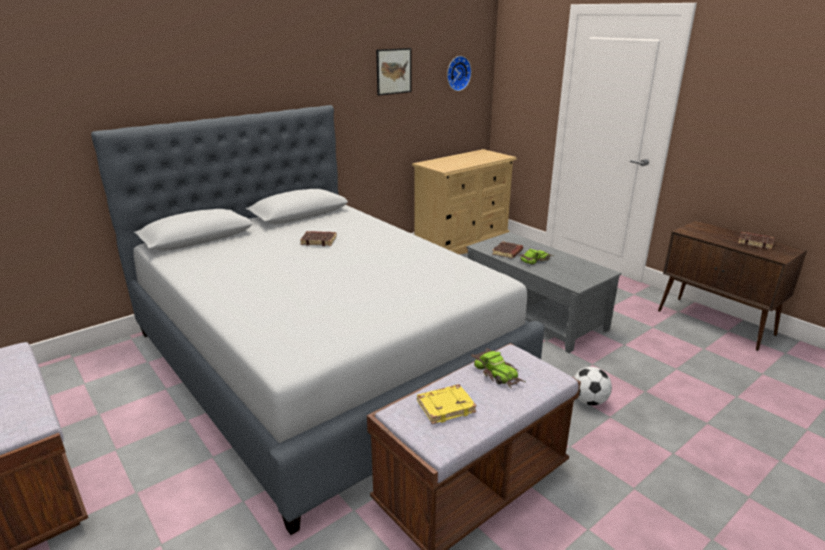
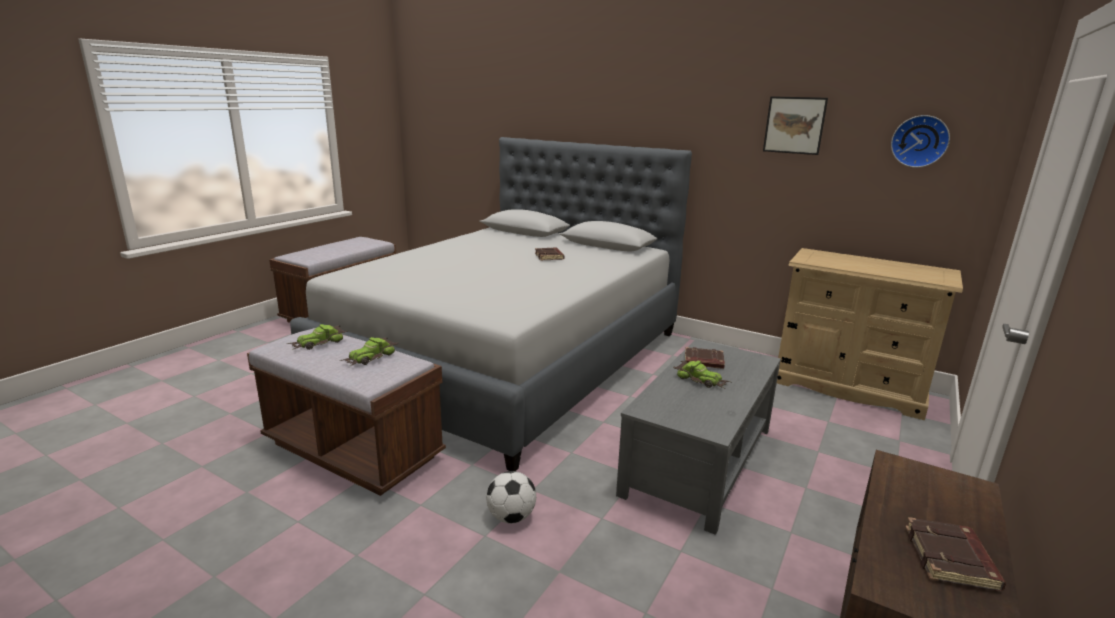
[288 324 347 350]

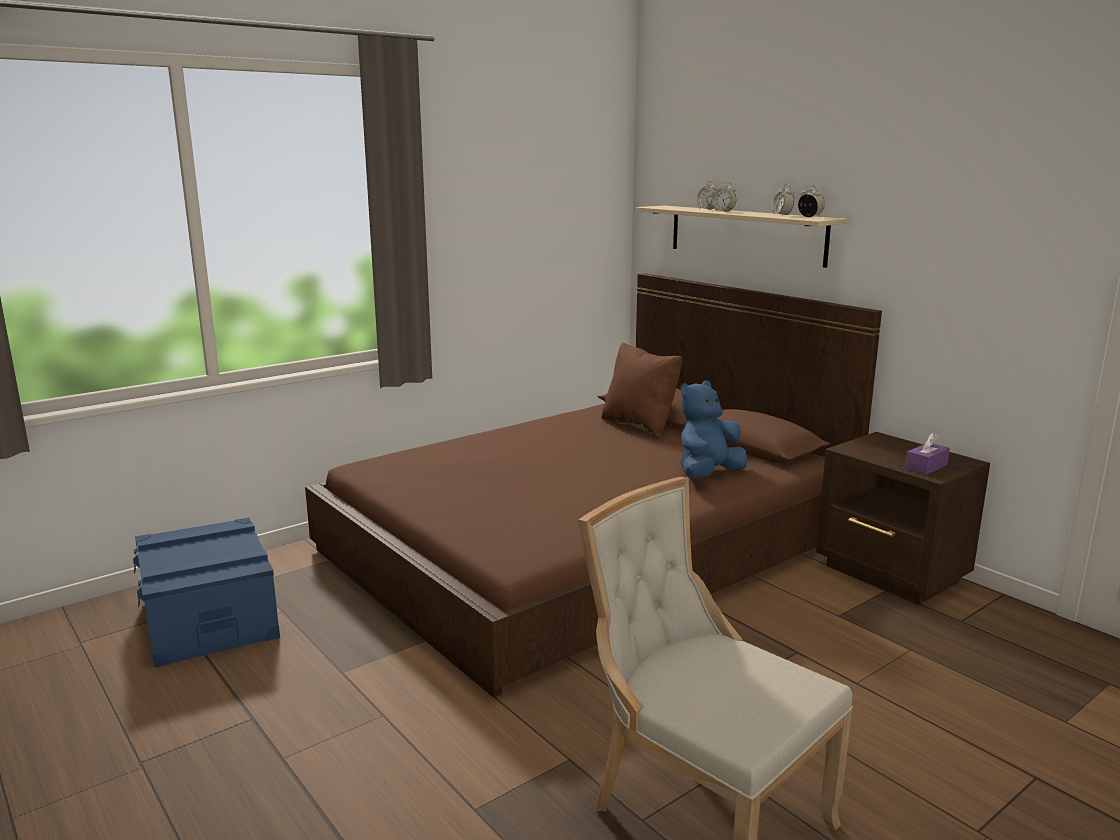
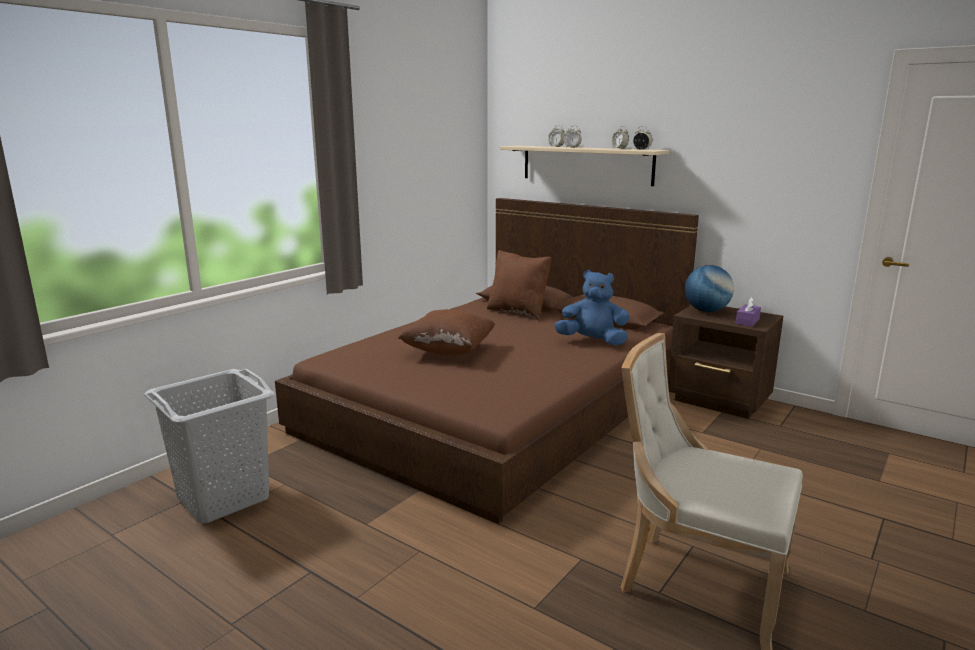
[144 369 274 523]
[554 270 630 346]
[398 309 495 356]
[685 265 734 312]

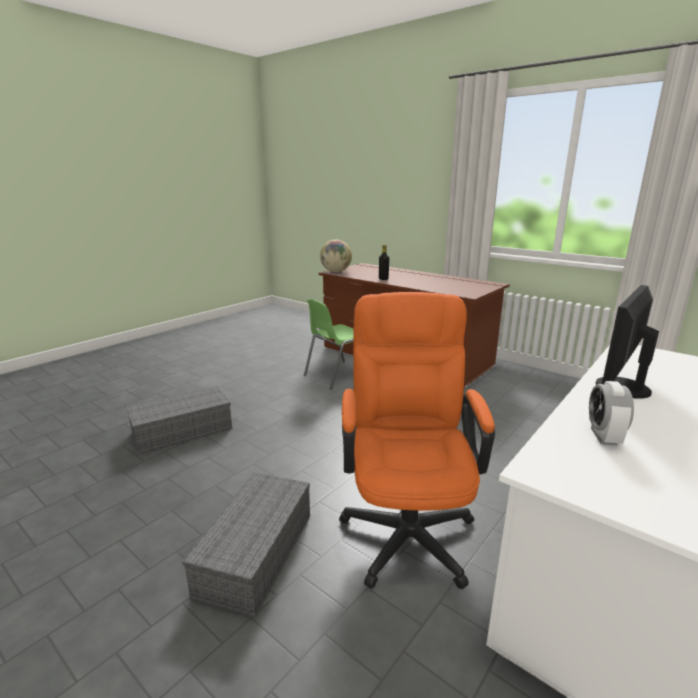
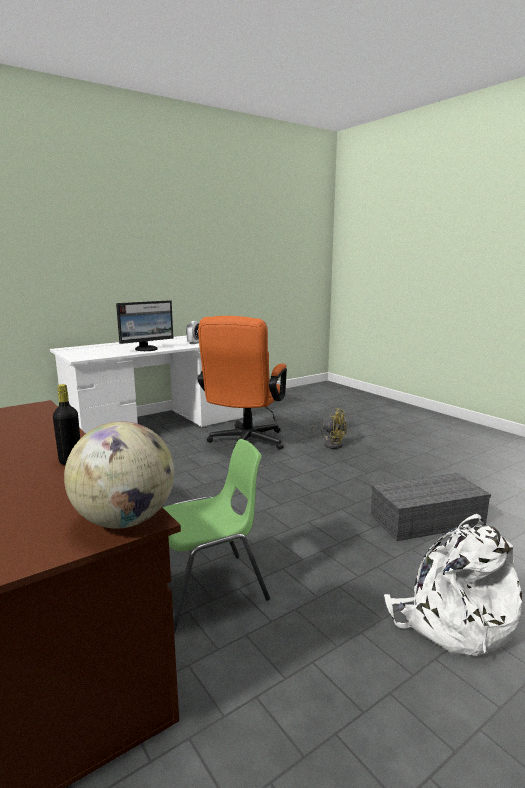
[311 408 346 449]
[384 514 522 656]

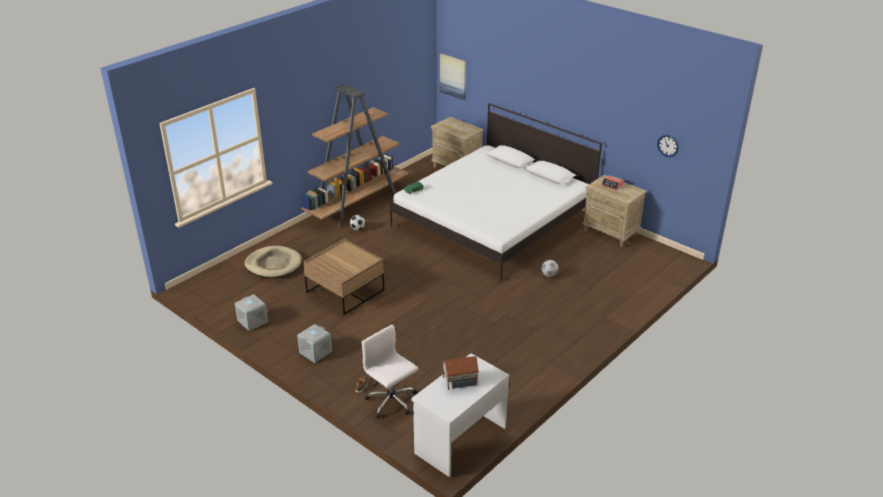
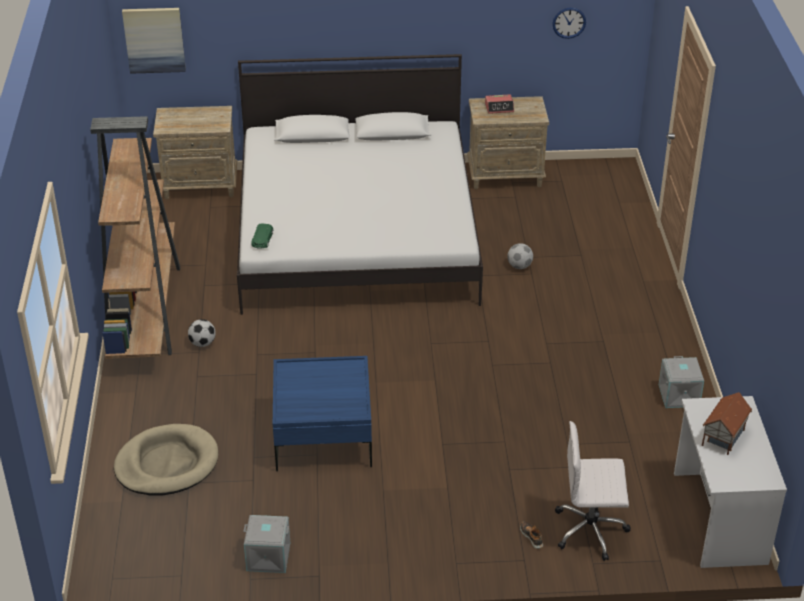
[659 356 704 408]
[273 356 372 471]

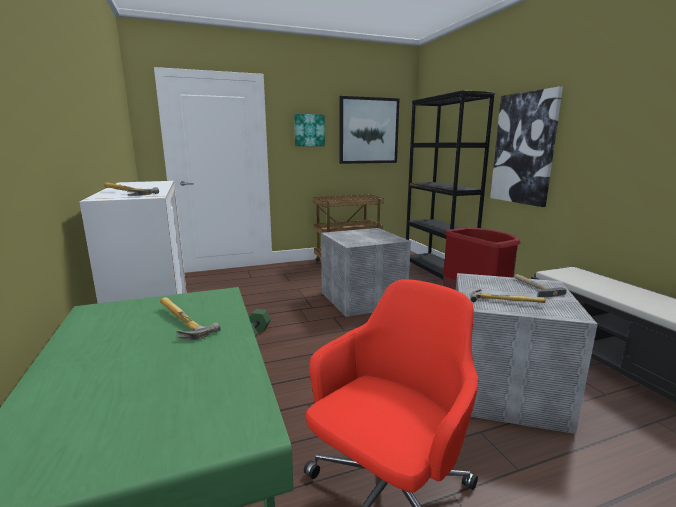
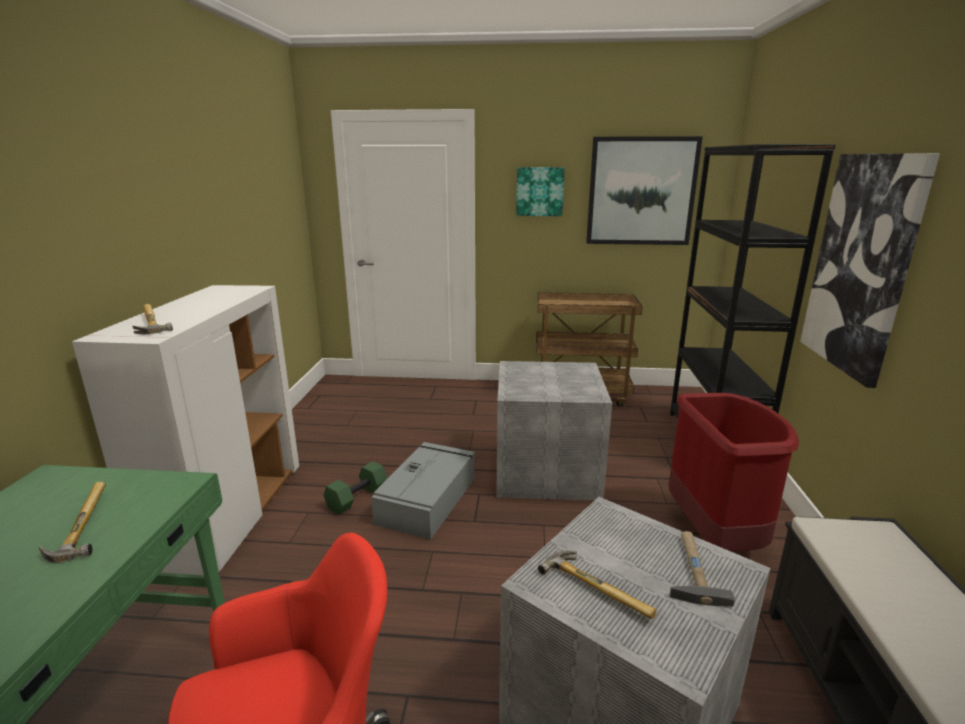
[371 442 475 540]

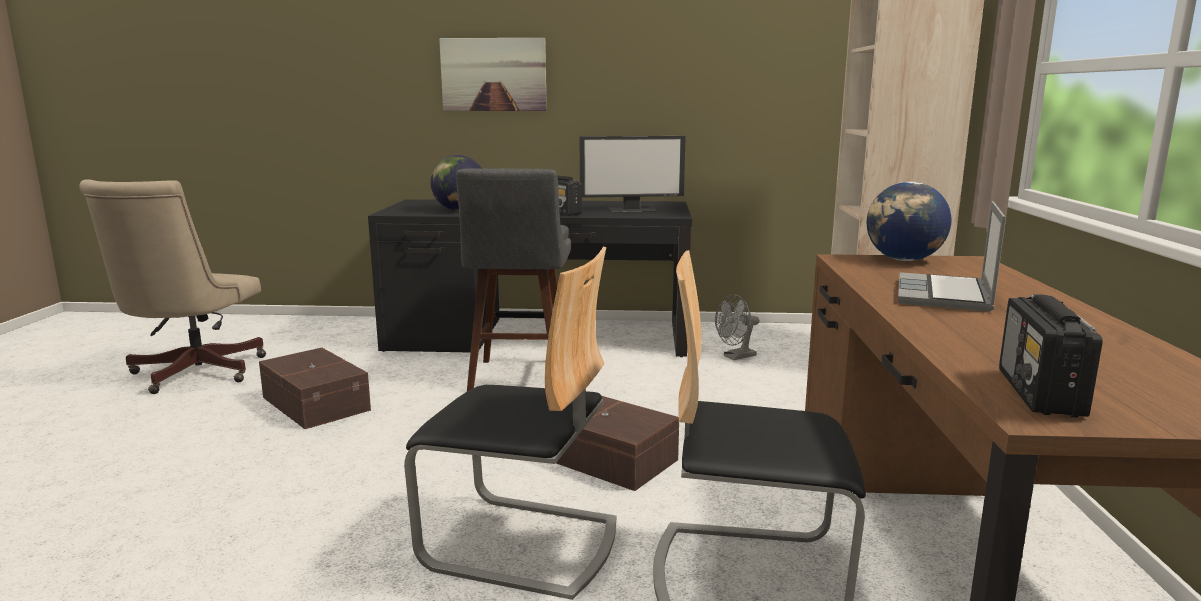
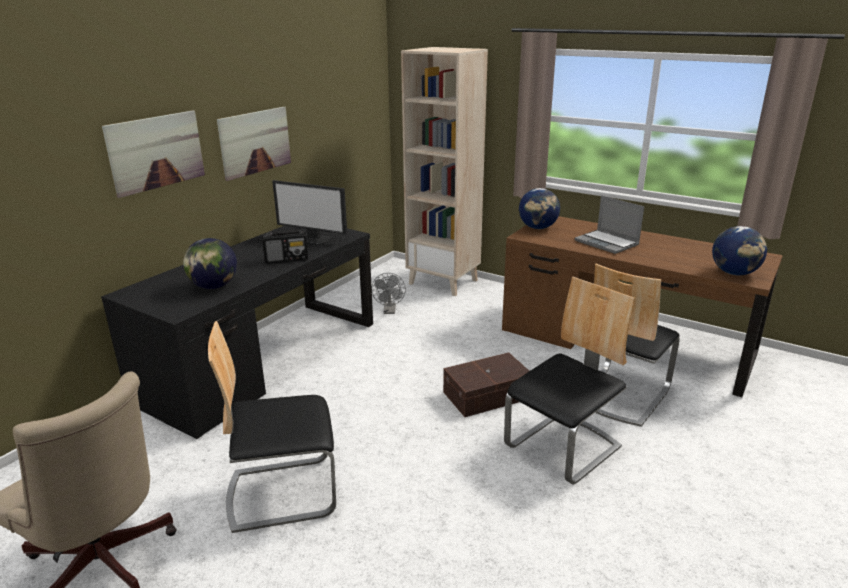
[208 321 336 533]
[456 169 571 391] (first image)
[272 180 347 245]
[712 226 767 275]
[217 107 291 181]

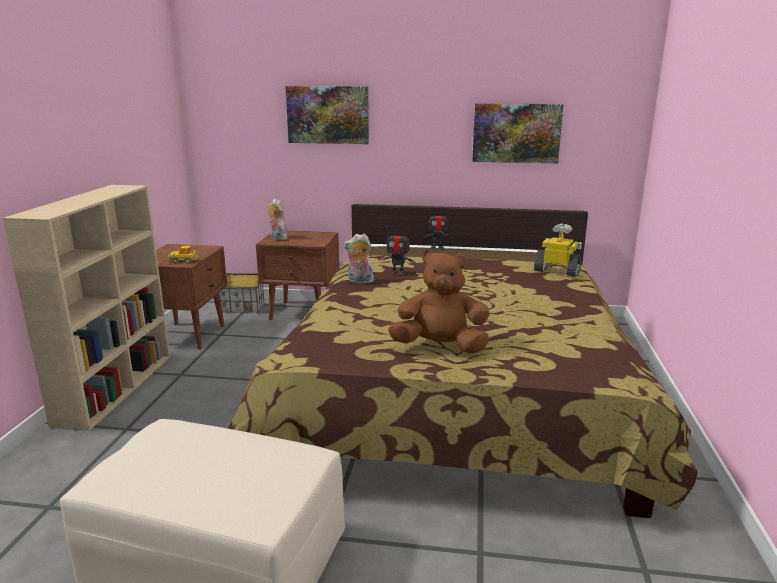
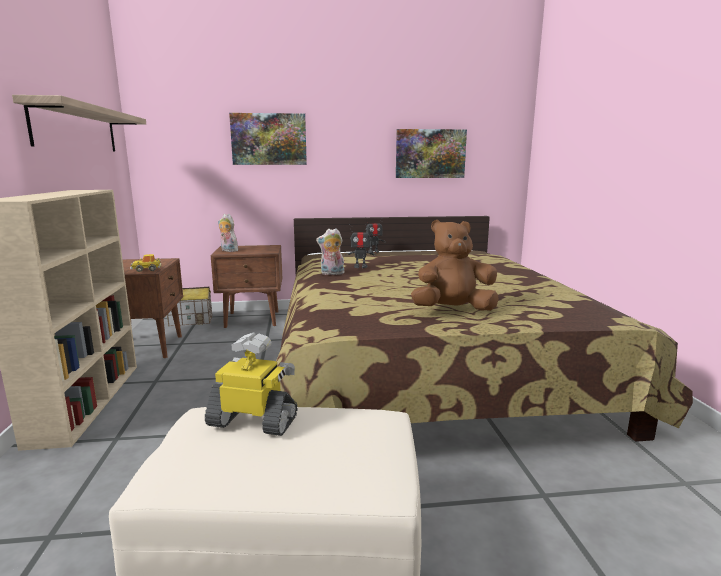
[205 332 297 436]
[12 95 146 152]

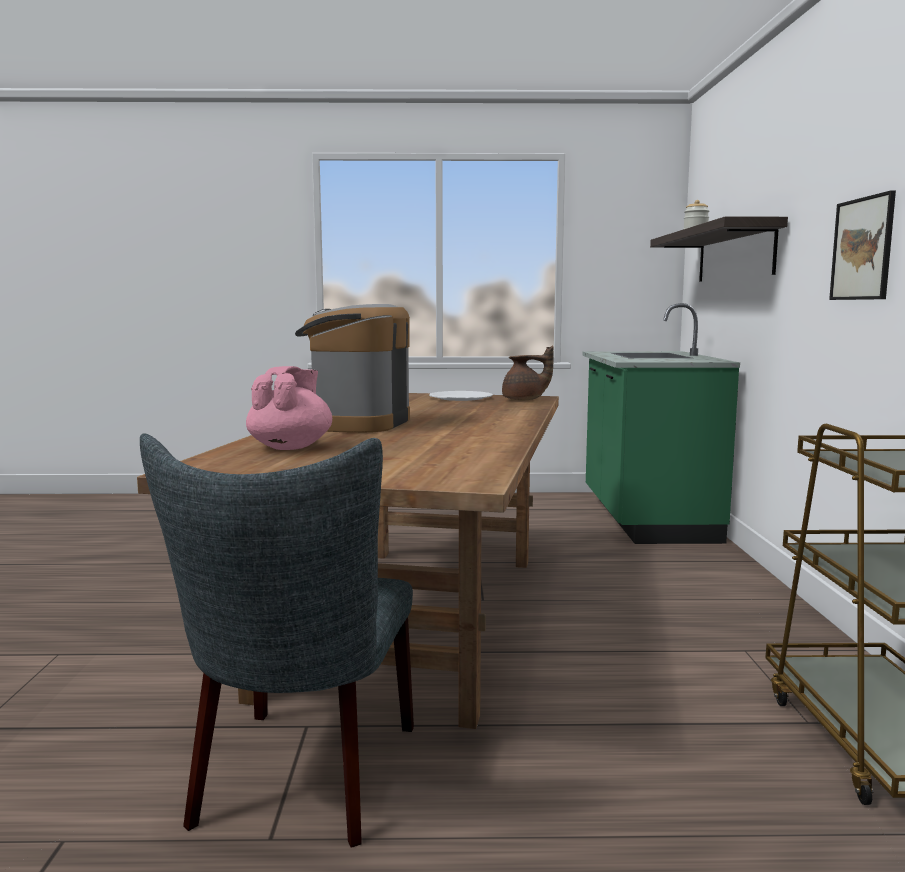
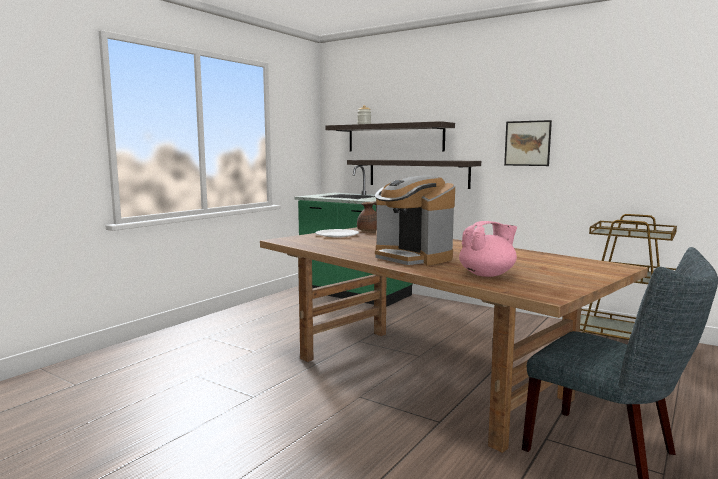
[459 221 517 277]
[347 160 481 189]

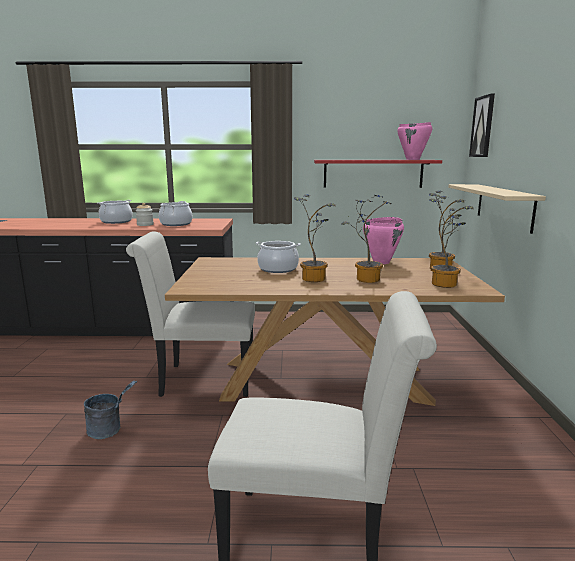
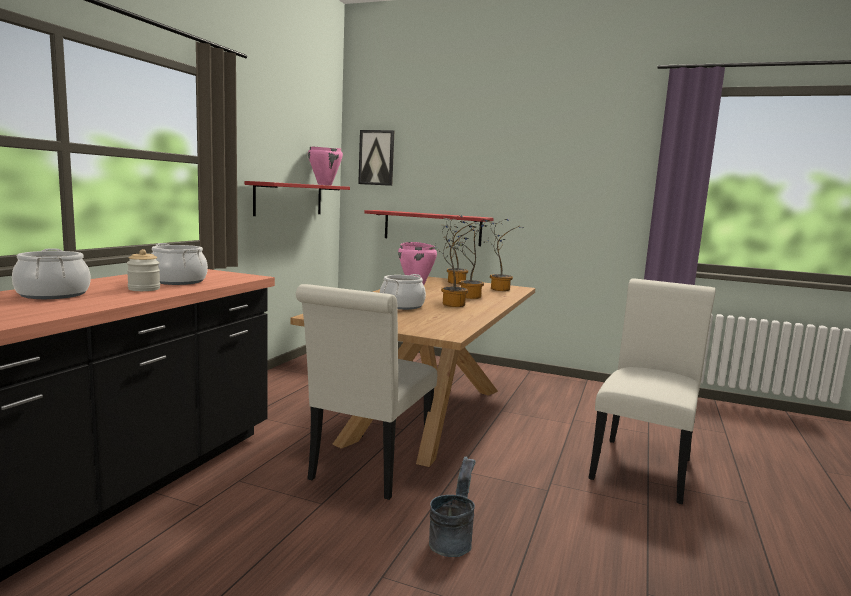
[364 210 494 246]

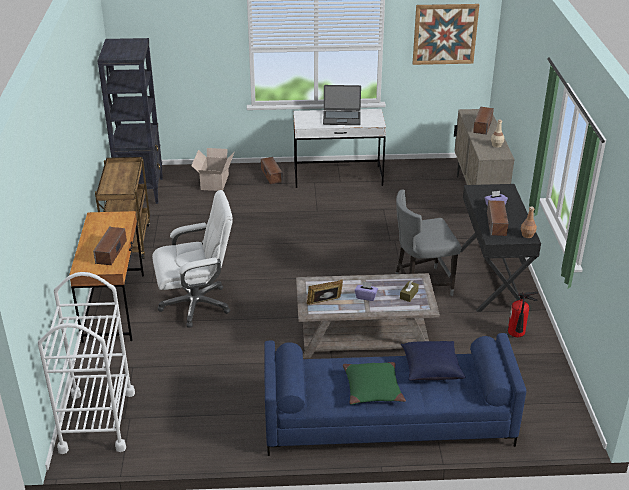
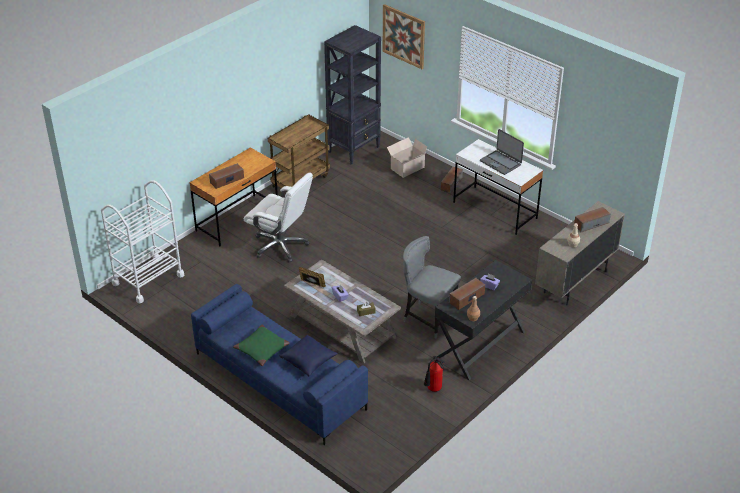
[383 4 425 69]

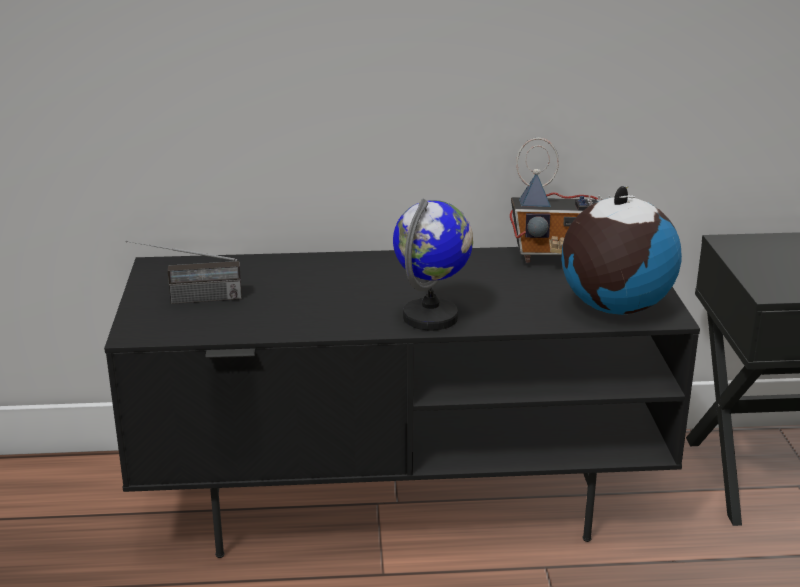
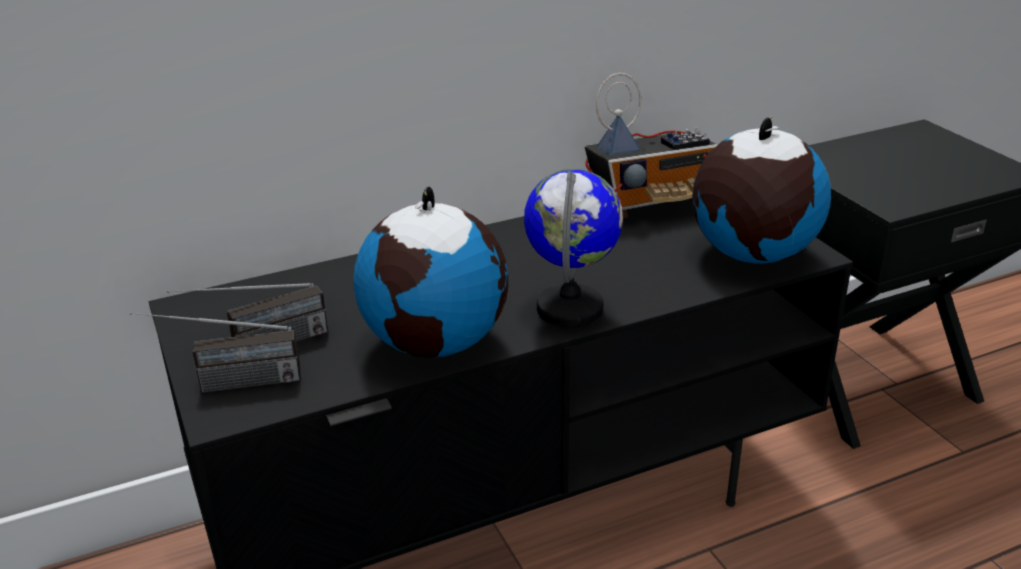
[130 312 301 393]
[353 186 508 358]

